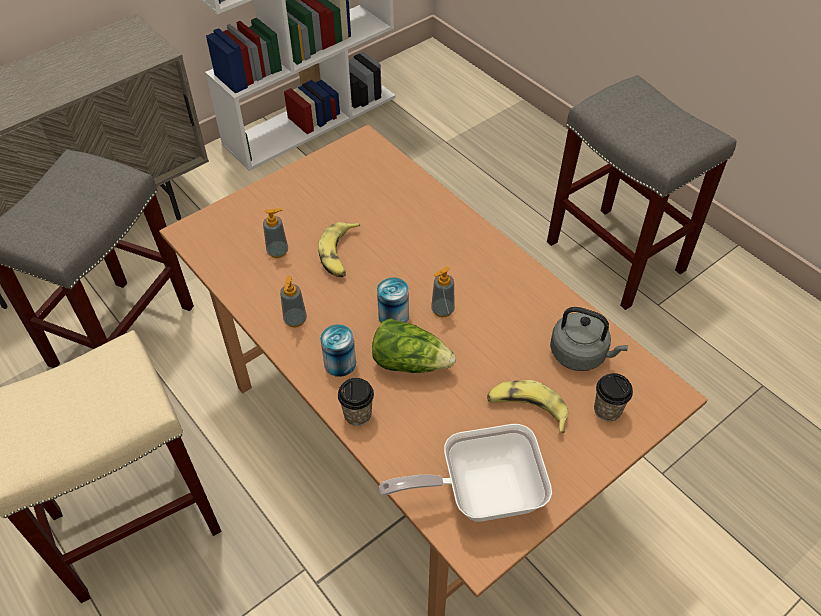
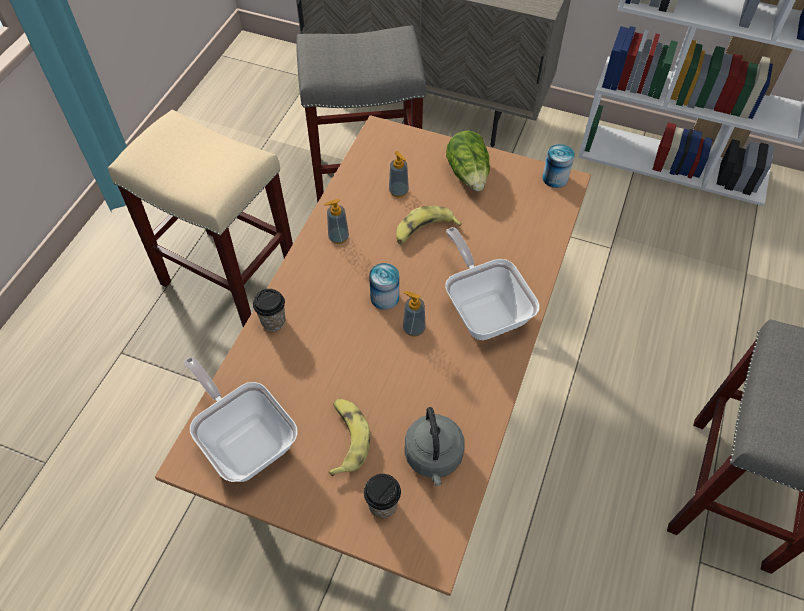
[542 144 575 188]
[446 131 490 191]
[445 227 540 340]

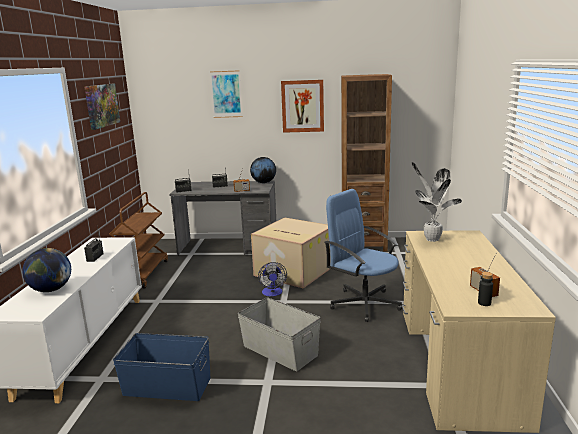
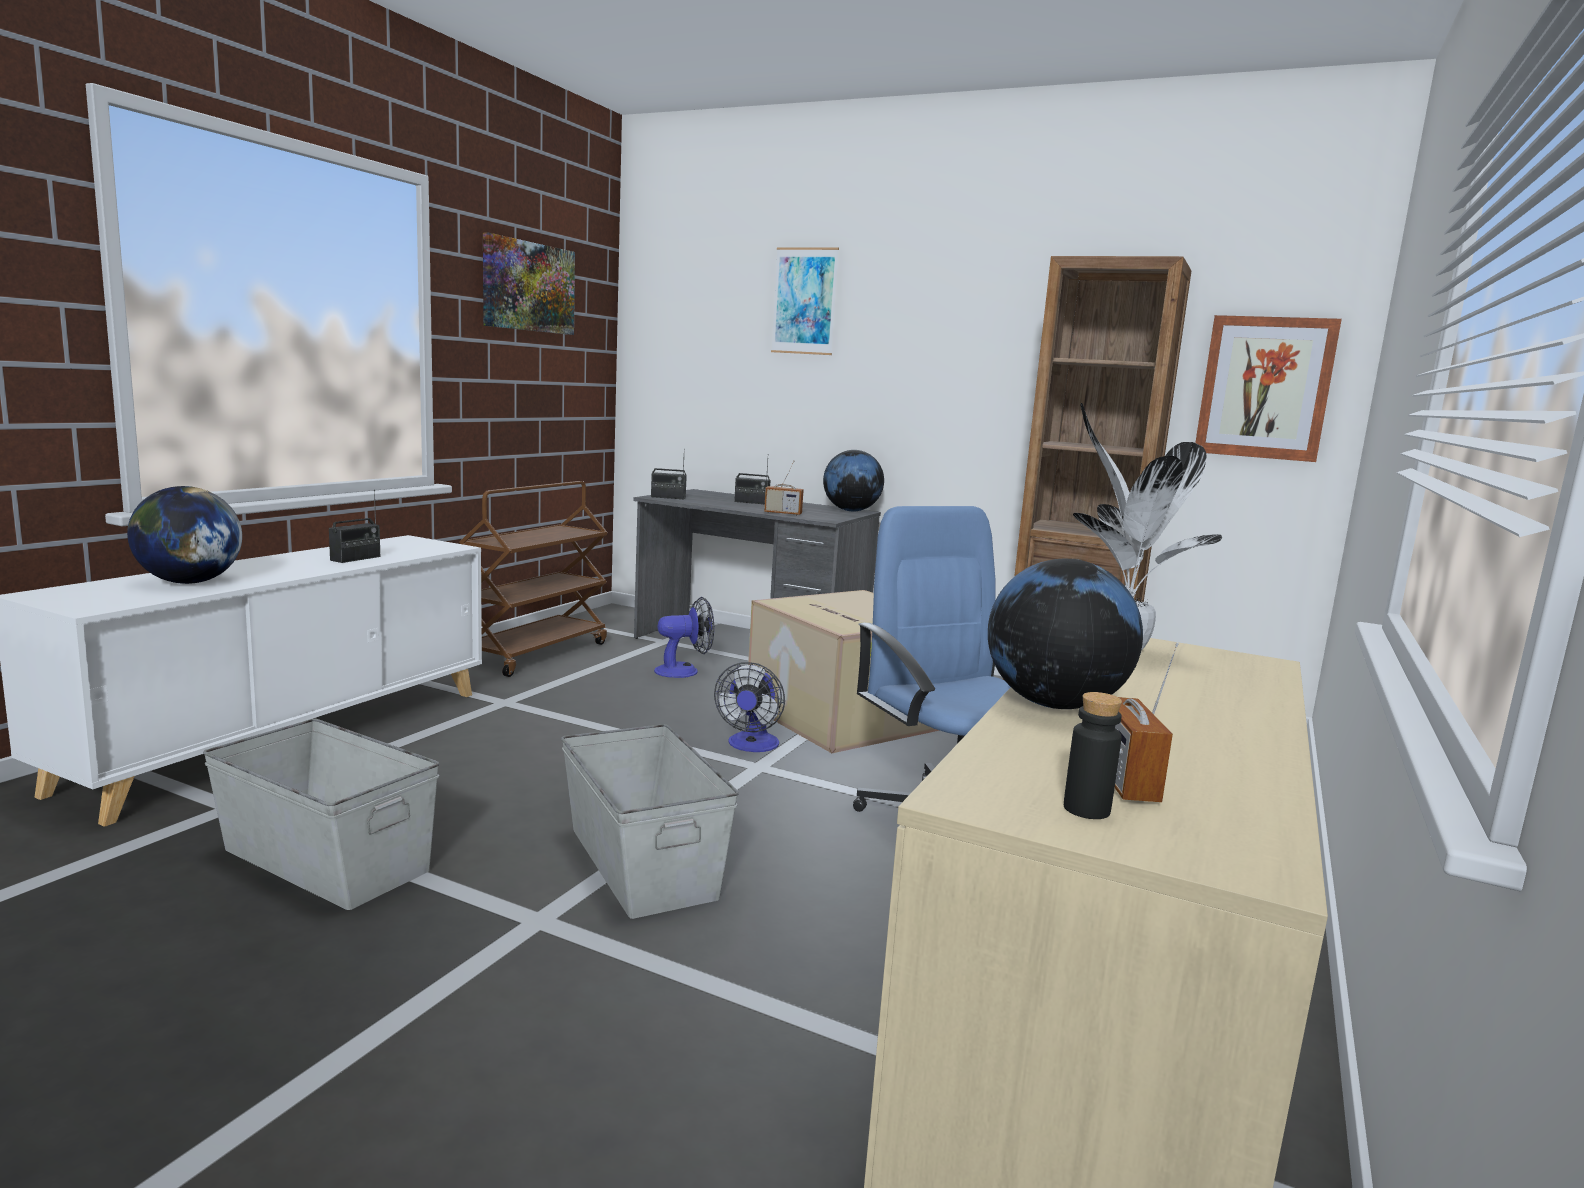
[203 719 440 910]
[1195 315 1342 462]
[654 597 714 678]
[988 559 1143 709]

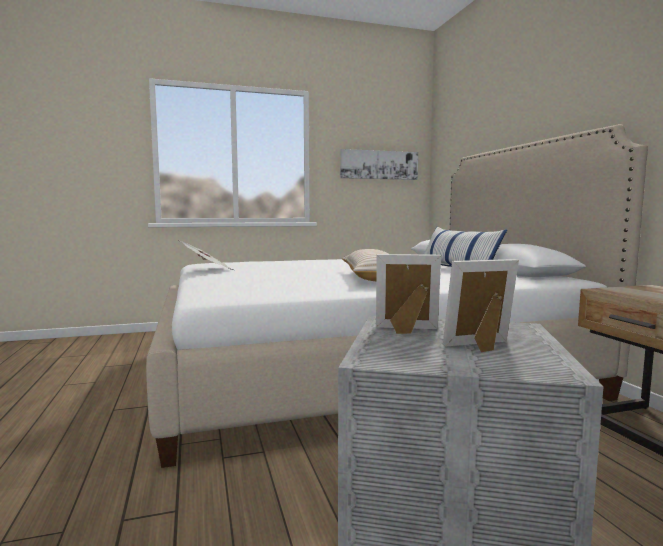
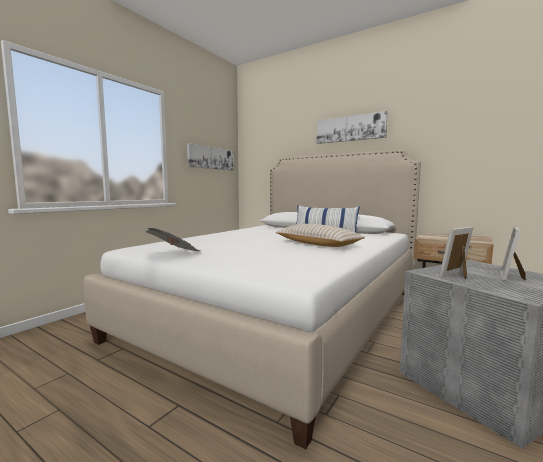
[317 111 388 144]

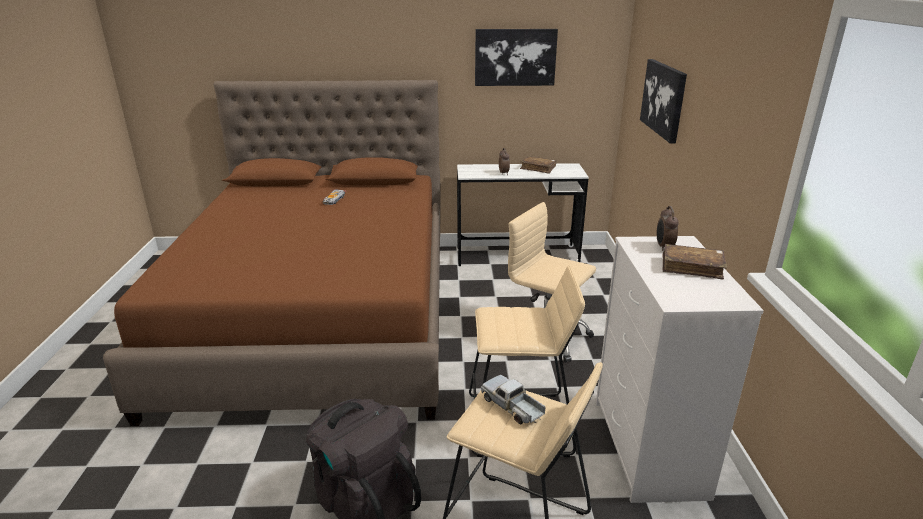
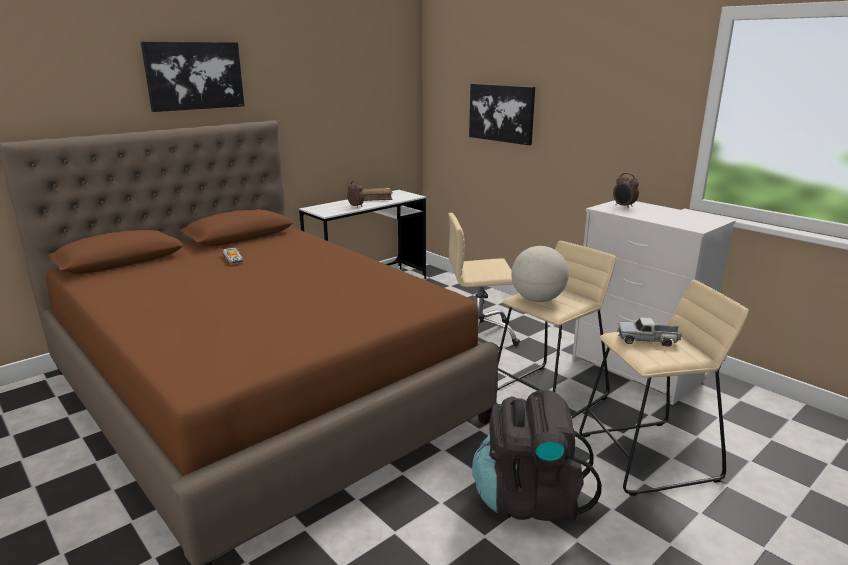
[141 42 244 112]
[662 244 727 280] (first image)
[511 246 569 302]

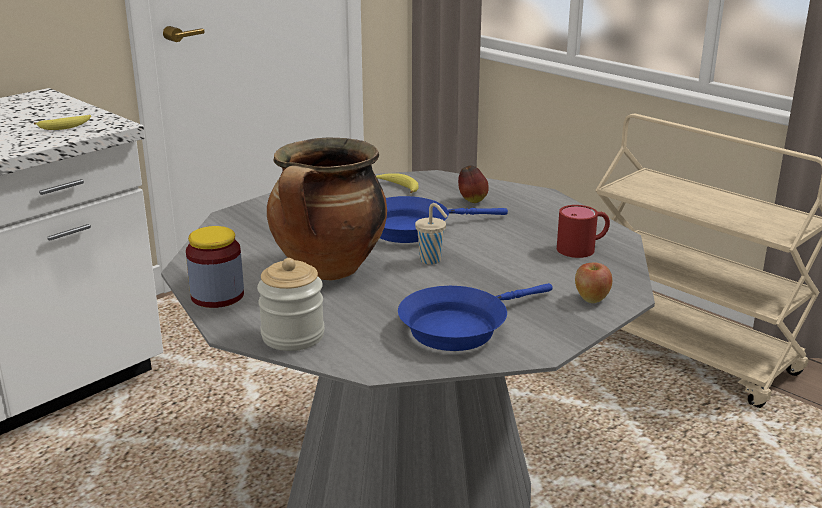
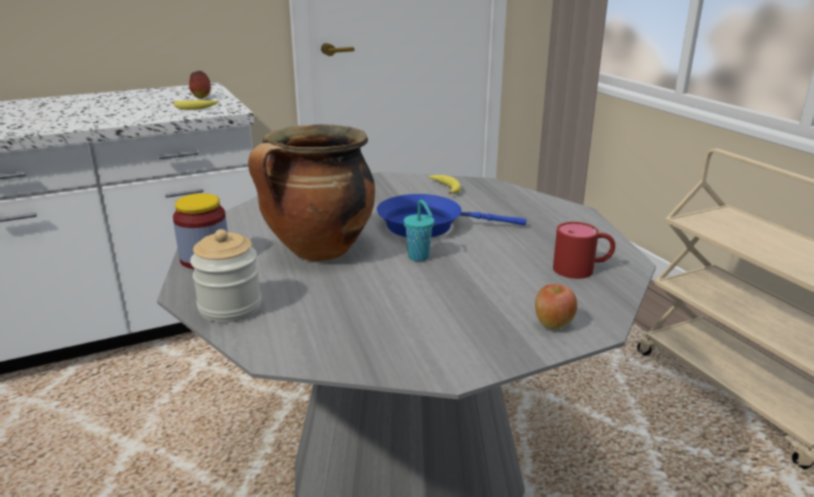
[398 283 553 351] (first image)
[403 200 434 261]
[189 71 211 99]

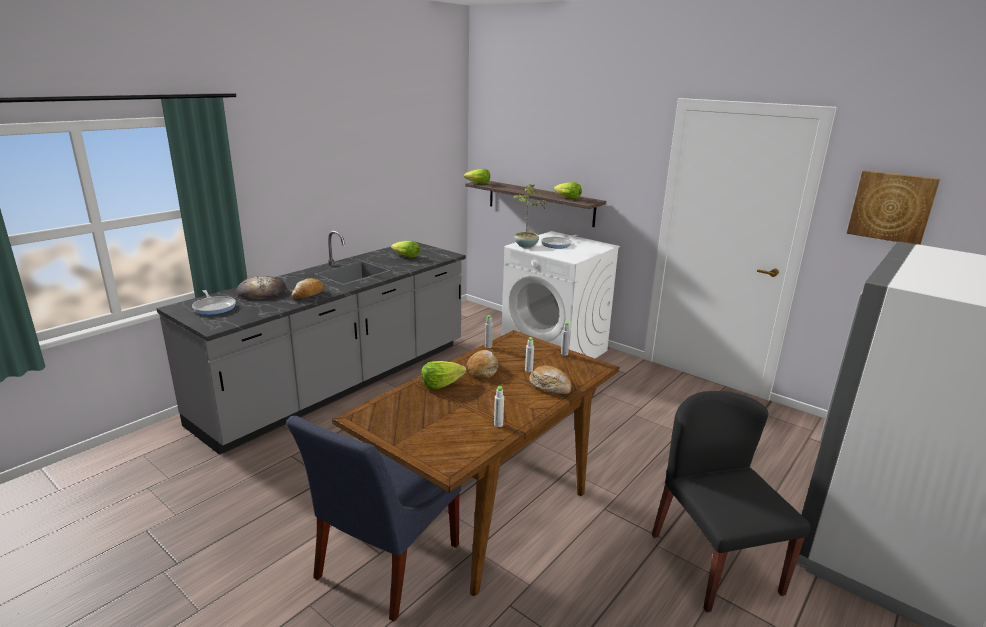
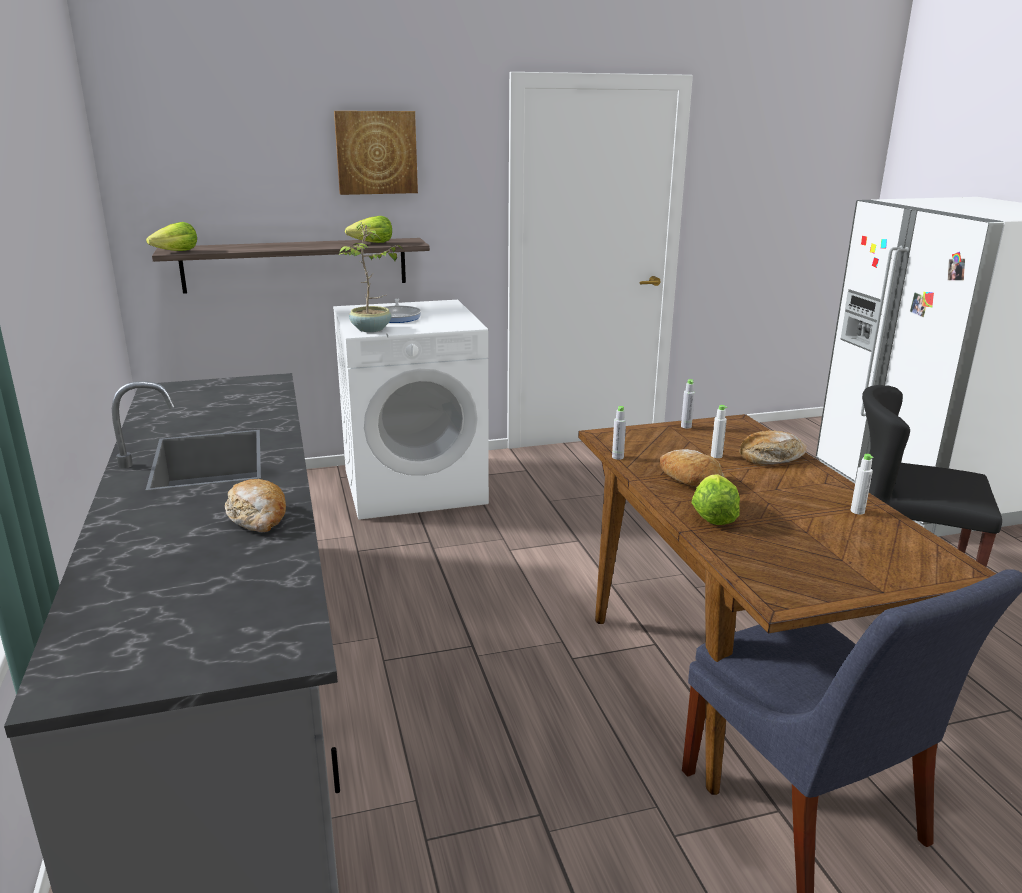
[192 290 236 315] (first image)
[236 276 286 299] (first image)
[391 241 420 258] (first image)
[334 111 418 195]

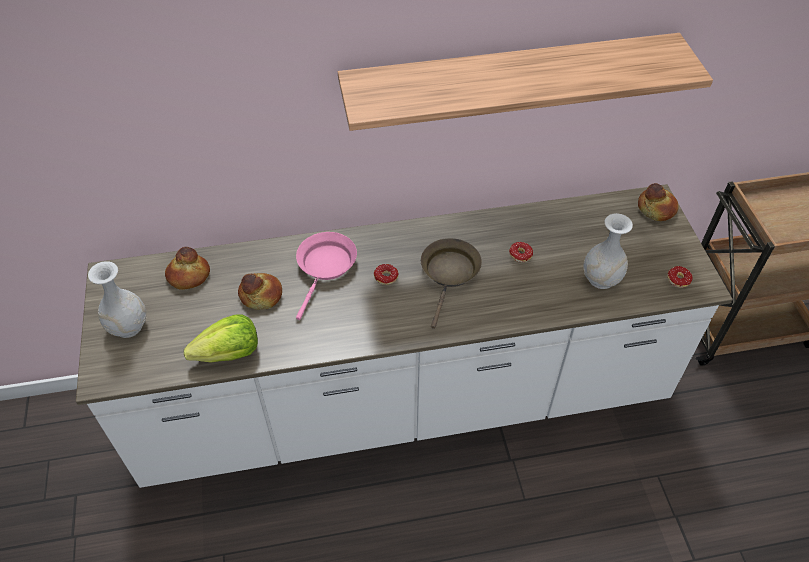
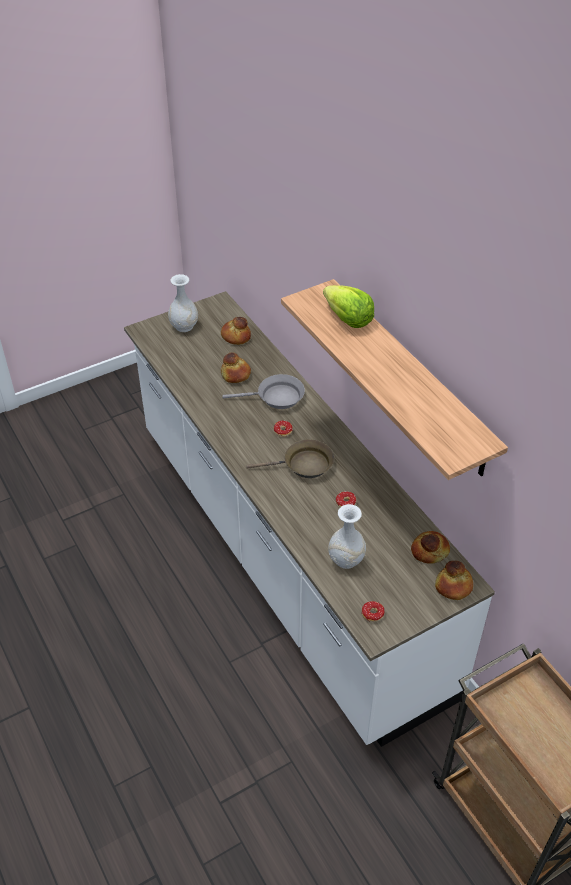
[323 285 374 328]
[223 374 305 409]
[411 531 450 564]

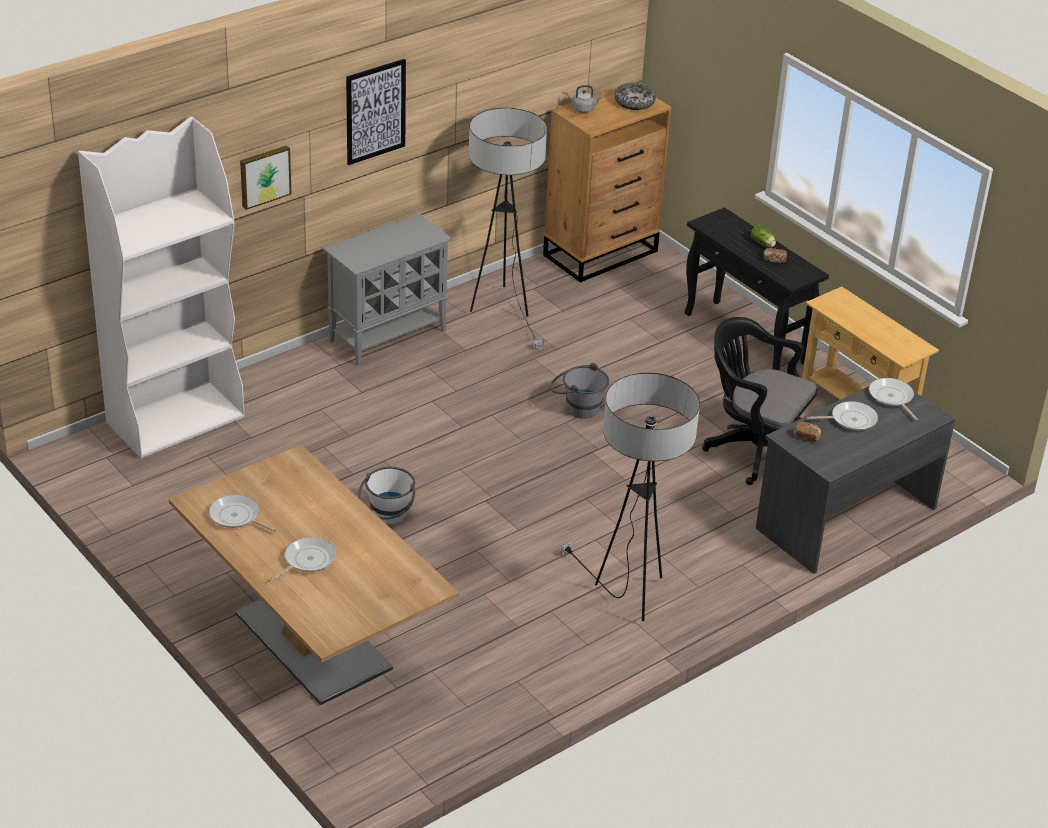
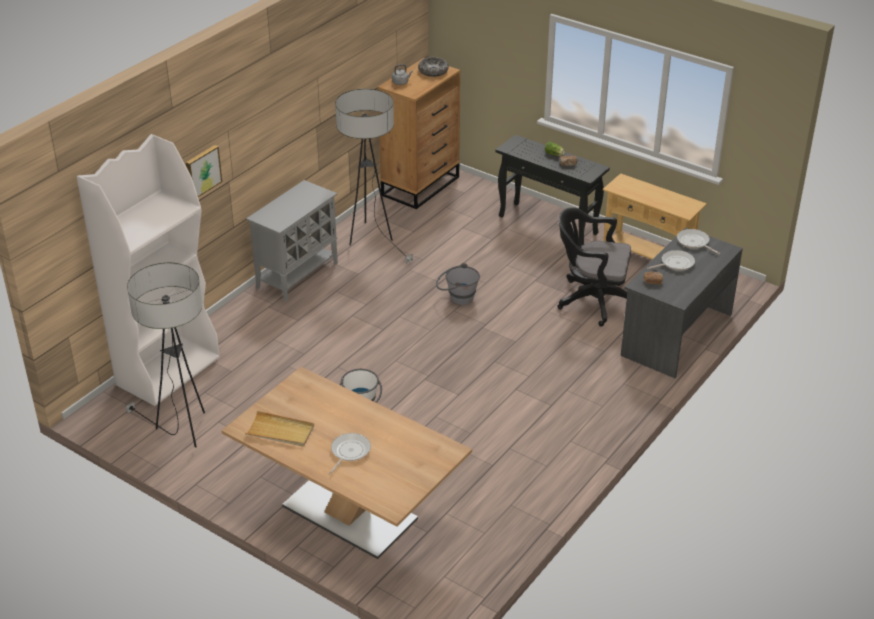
[245 411 314 447]
[346 59 406 165] (first image)
[126 263 205 447]

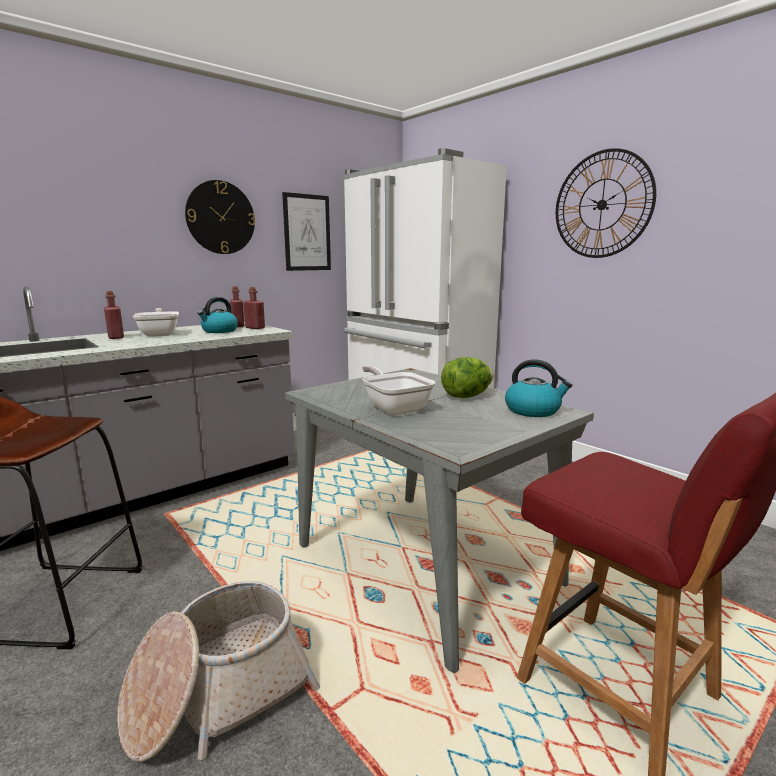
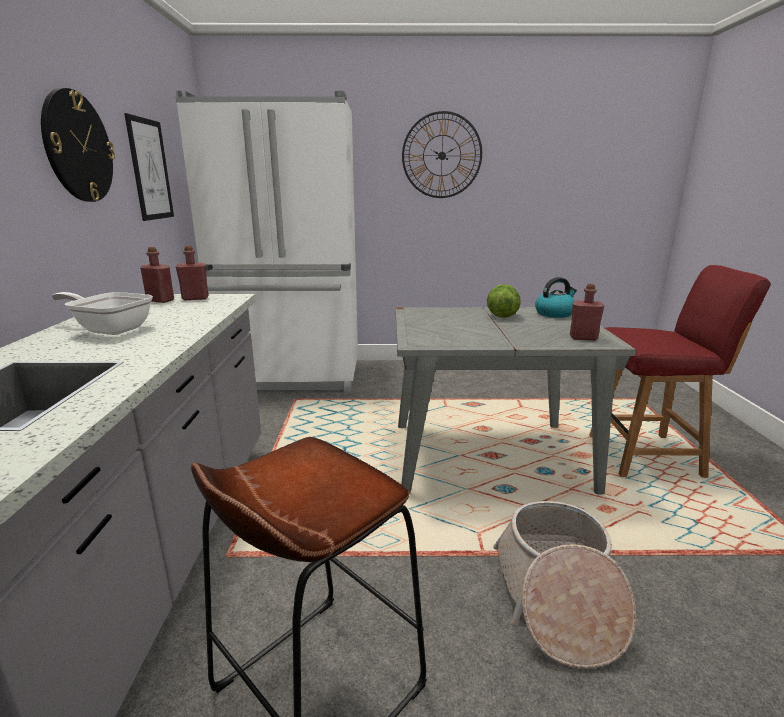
[570 284 604 340]
[198 297 238 333] (first image)
[362 366 436 415] (first image)

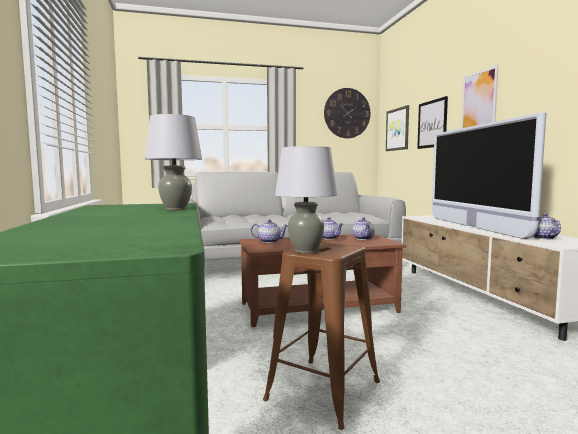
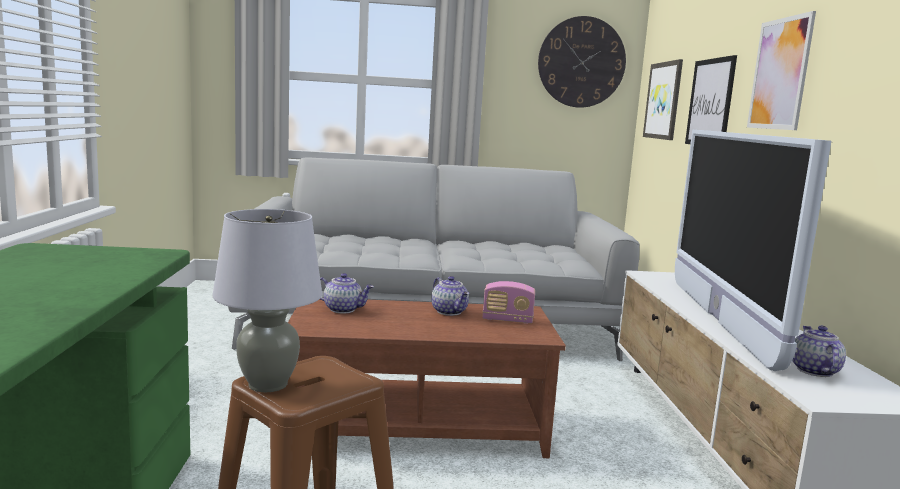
[145 114 202 210] (first image)
[483 281 535 324]

